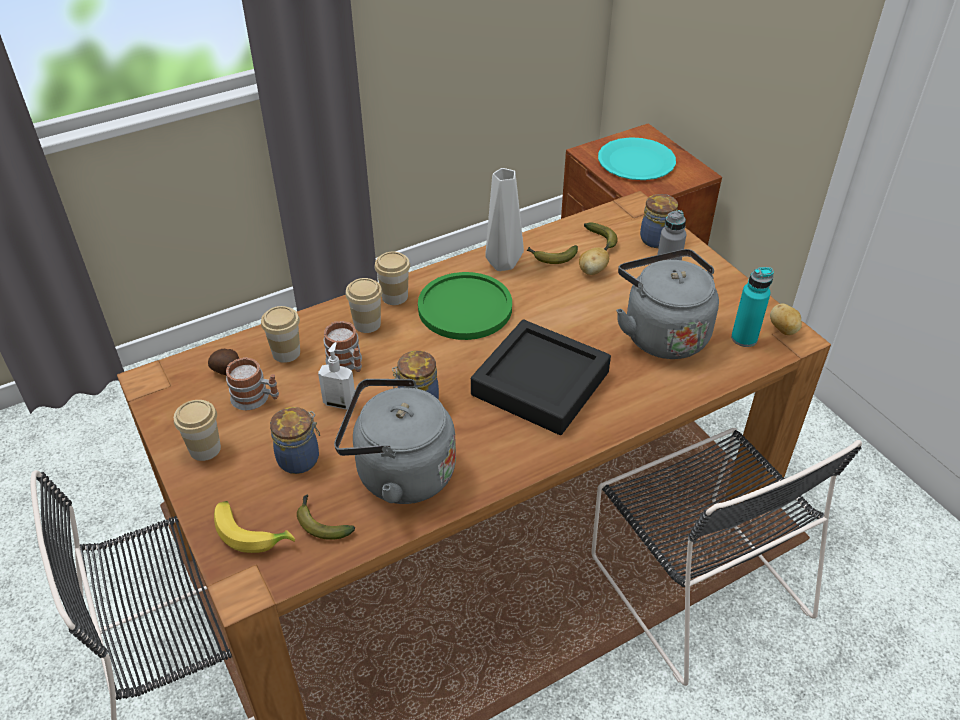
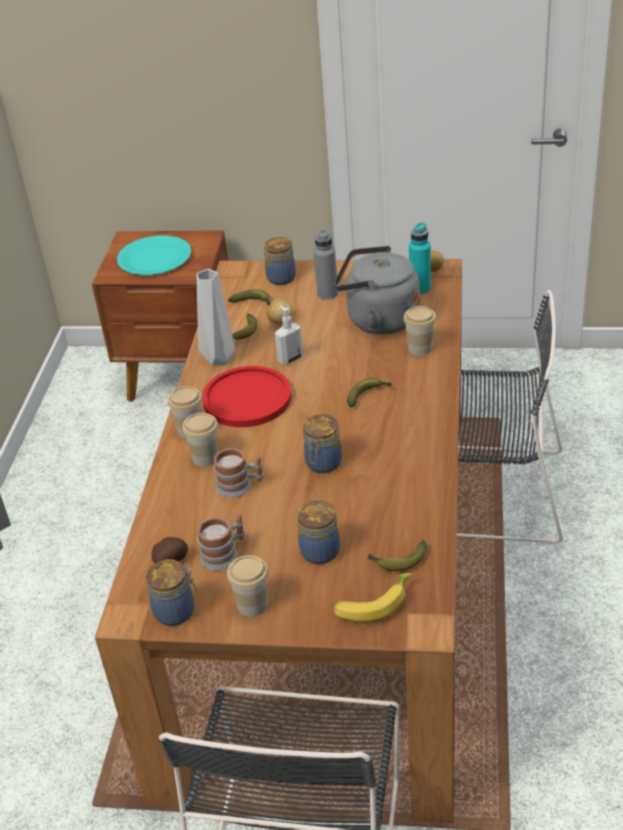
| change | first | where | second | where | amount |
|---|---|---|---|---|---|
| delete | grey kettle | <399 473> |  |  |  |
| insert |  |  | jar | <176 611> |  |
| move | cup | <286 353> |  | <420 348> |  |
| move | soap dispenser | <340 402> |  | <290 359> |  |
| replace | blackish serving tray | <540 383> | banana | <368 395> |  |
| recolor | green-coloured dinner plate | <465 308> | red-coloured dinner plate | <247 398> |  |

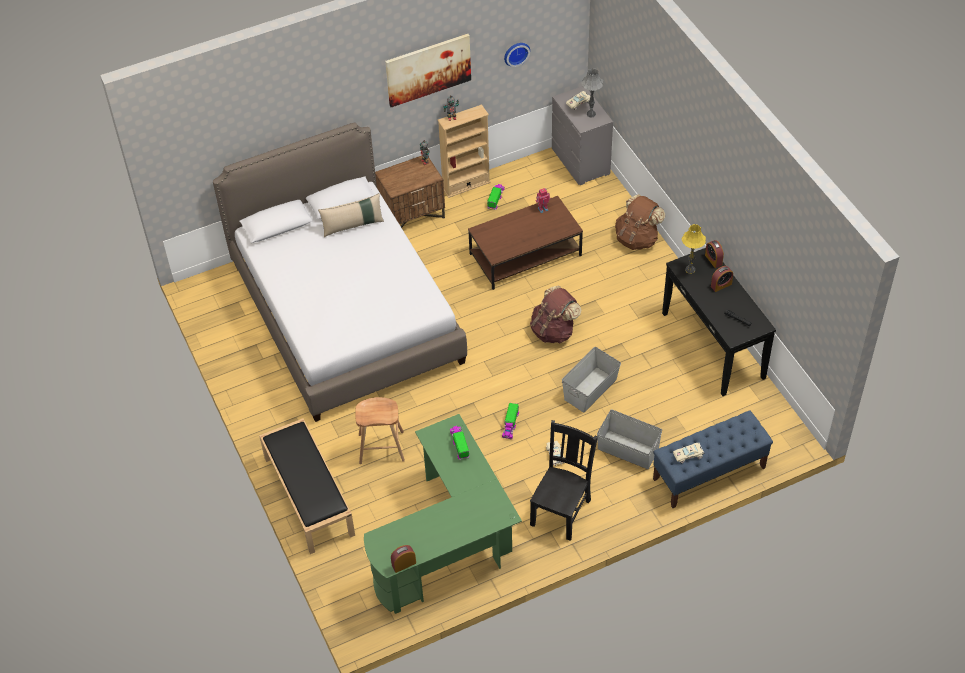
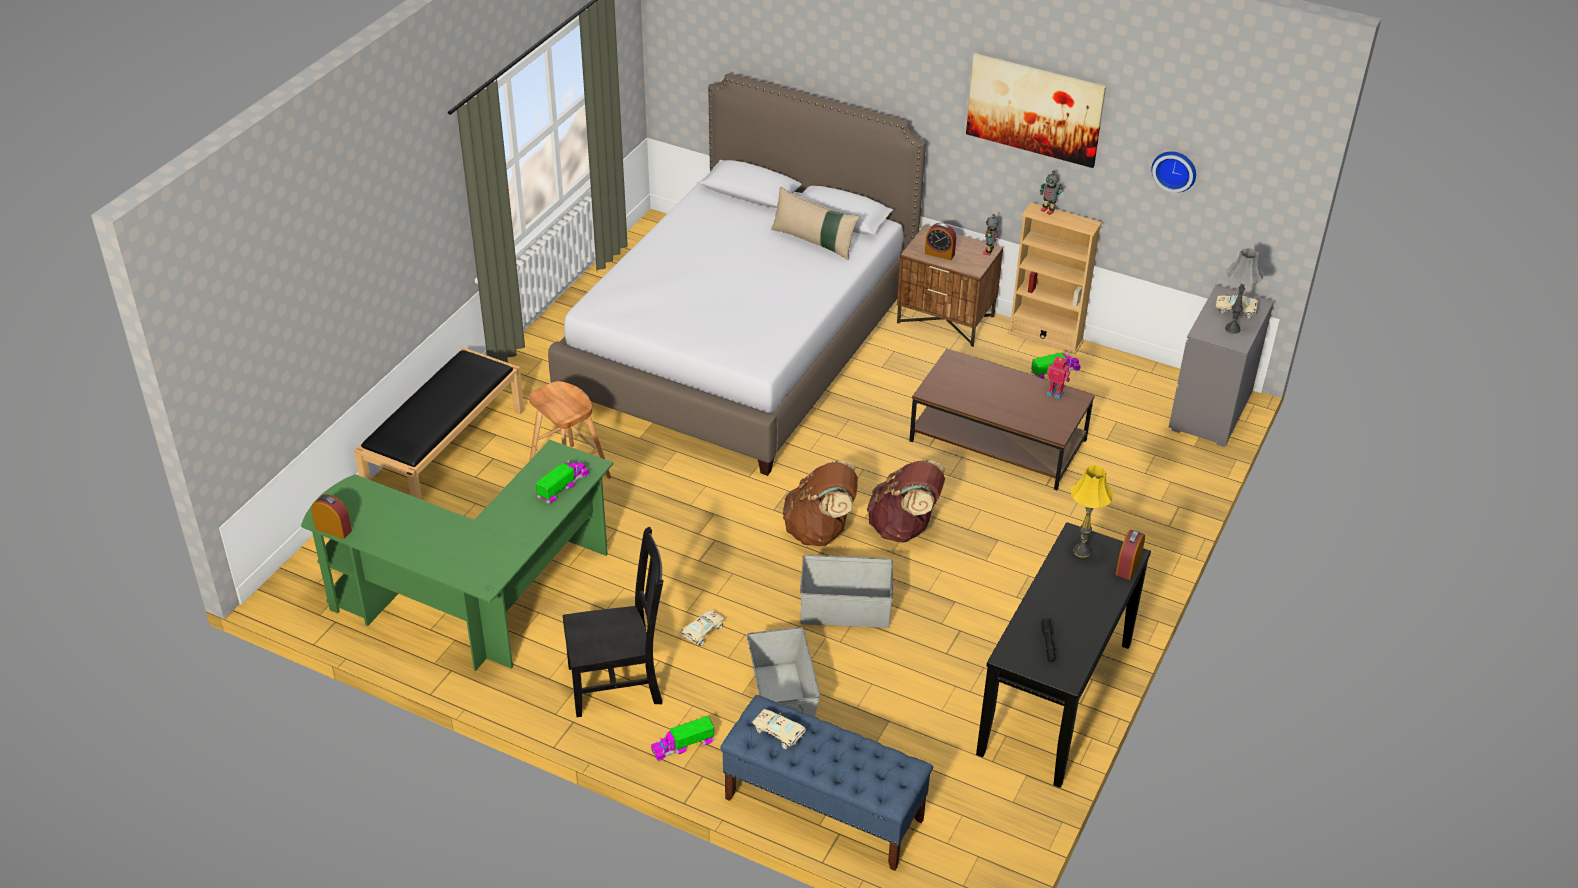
| change | first | where | second | where | amount |
|---|---|---|---|---|---|
| move | model truck | <510 425> |  | <683 745> |  |
| move | brown rucksack | <637 239> |  | <820 531> |  |
| move | table clock | <721 285> |  | <939 254> |  |

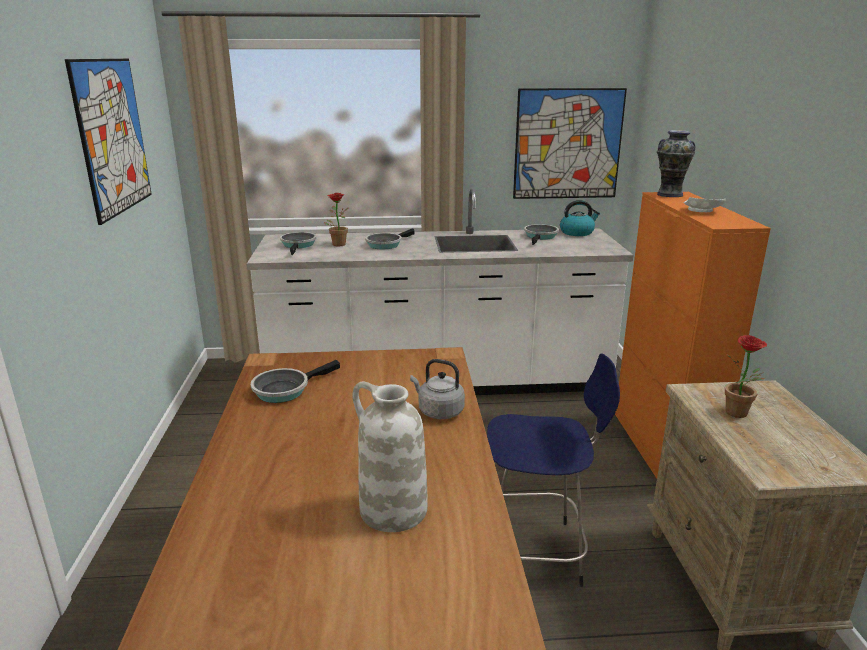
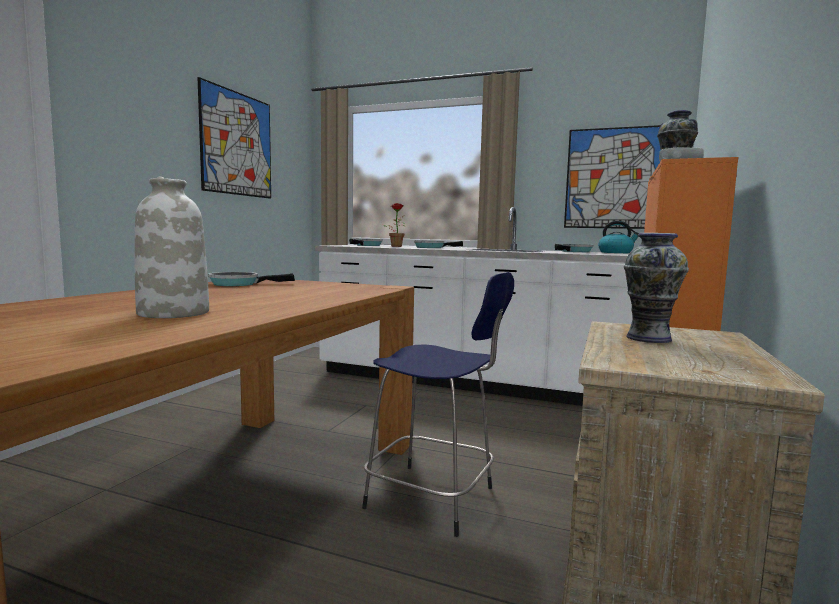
| change | first | where | second | where | amount |
|---|---|---|---|---|---|
| delete | grey kettle | <438 411> |  |  |  |
| replace | plant in a pot | <739 415> | decorative vase | <647 338> |  |

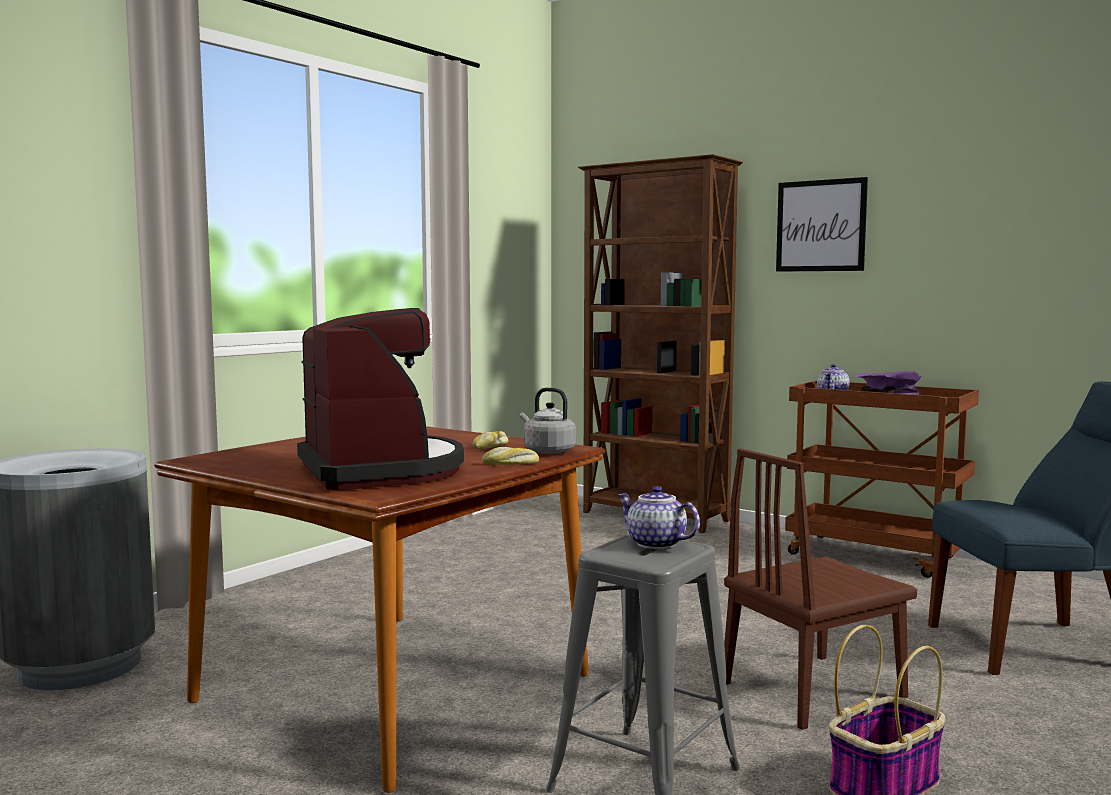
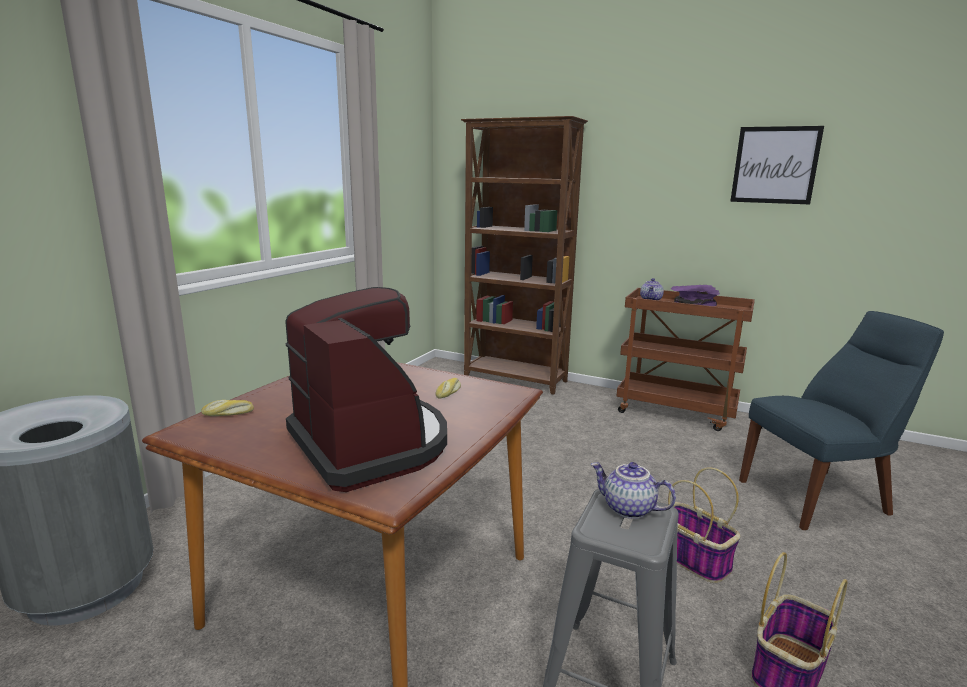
| change | first | where | second | where | amount |
|---|---|---|---|---|---|
| delete | grey kettle | <547 451> |  |  |  |
| move | bread | <510 464> |  | <228 414> |  |
| move | wall art | <820 226> |  | <775 165> |  |
| replace | brown chair | <813 690> | household basket | <691 559> |  |

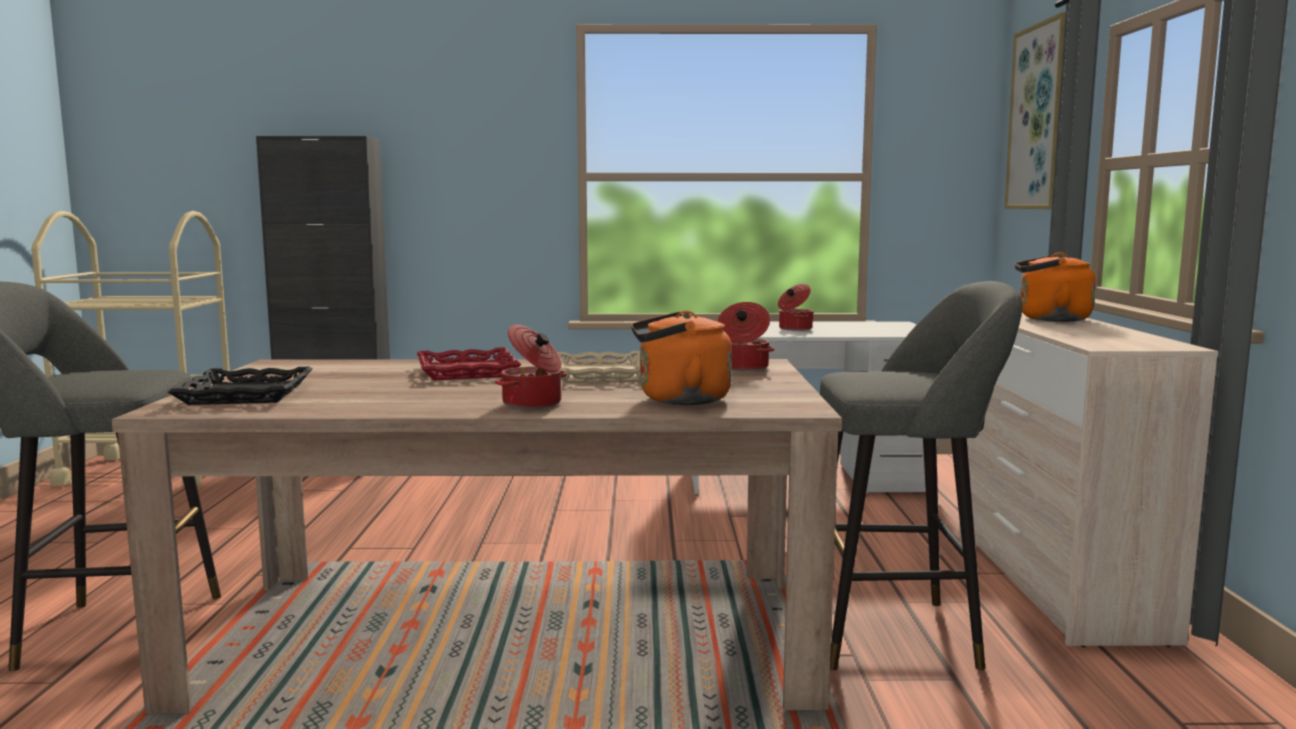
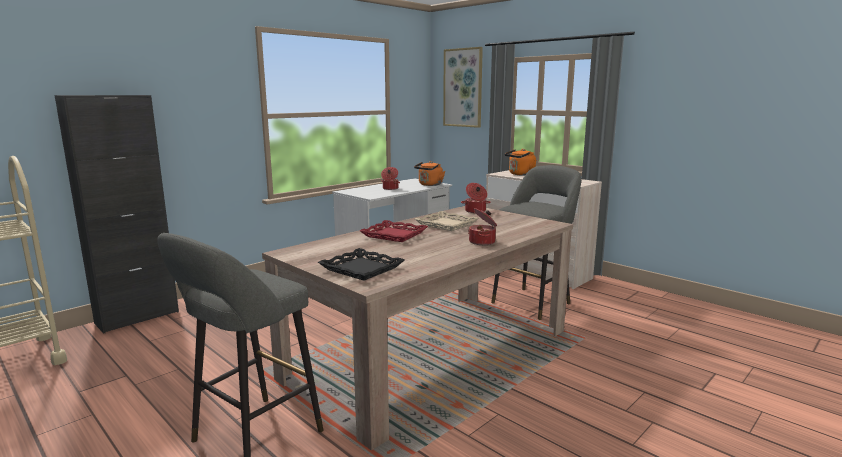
| change | first | where | second | where | amount |
|---|---|---|---|---|---|
| move | orange kettle | <678 400> |  | <429 185> |  |

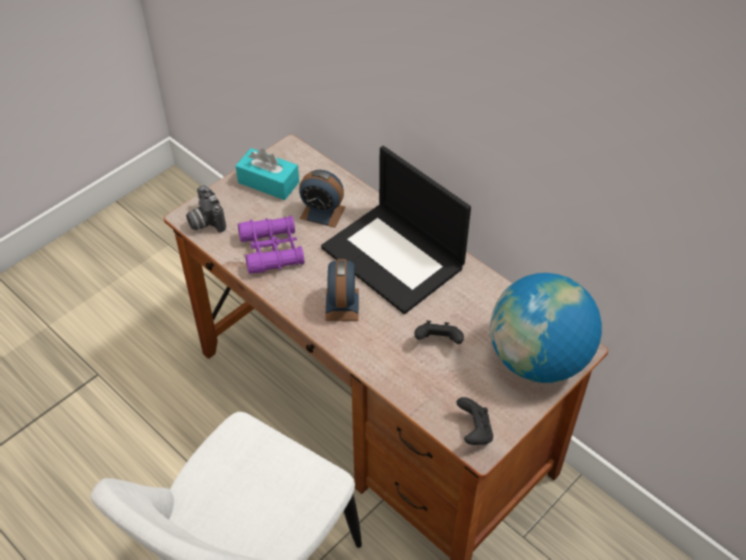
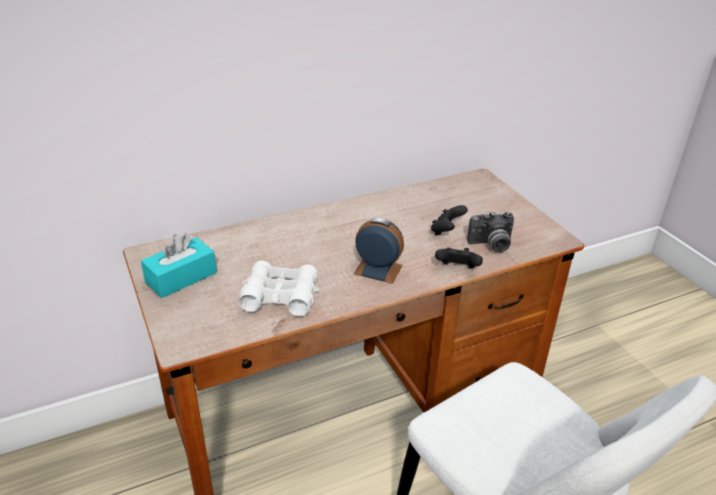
| change | first | where | second | where | amount |
|---|---|---|---|---|---|
| delete | table clock | <322 212> |  |  |  |
| delete | notebook computer | <394 257> |  |  |  |
| delete | world globe | <538 360> |  |  |  |
| move | still camera | <205 221> |  | <491 245> |  |
| move | blackish gamepad | <474 431> |  | <457 269> |  |
| recolor | purple pair of binoculars | <272 250> | whitish pair of binoculars | <280 296> |  |

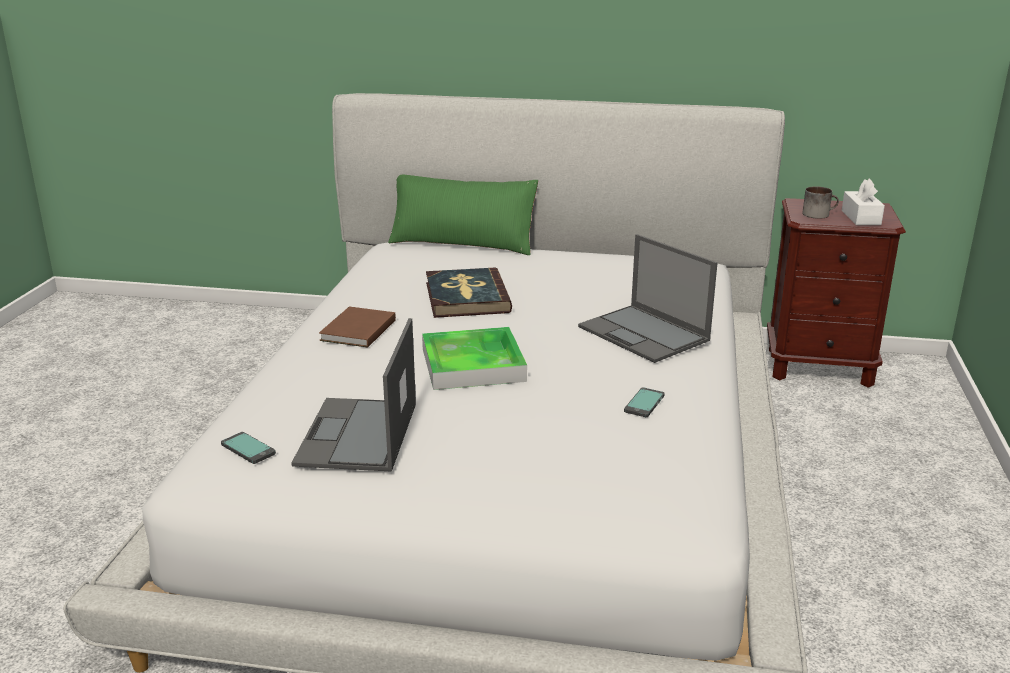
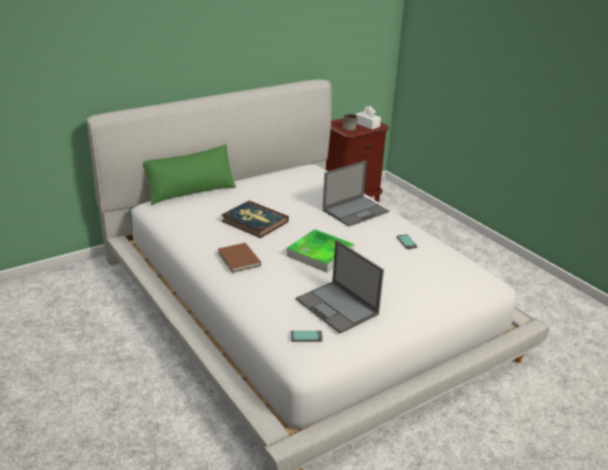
| change | first | where | second | where | amount |
|---|---|---|---|---|---|
| rotate | notebook computer | <645 334> |  | <356 211> | 45 degrees counterclockwise |

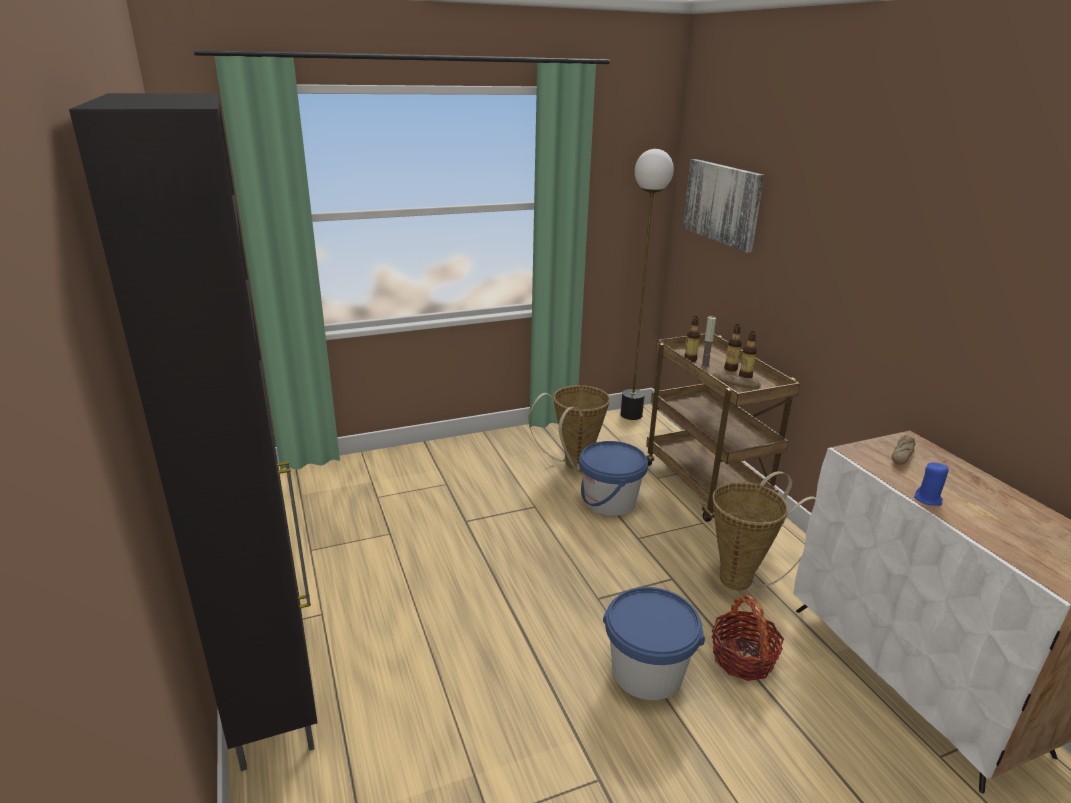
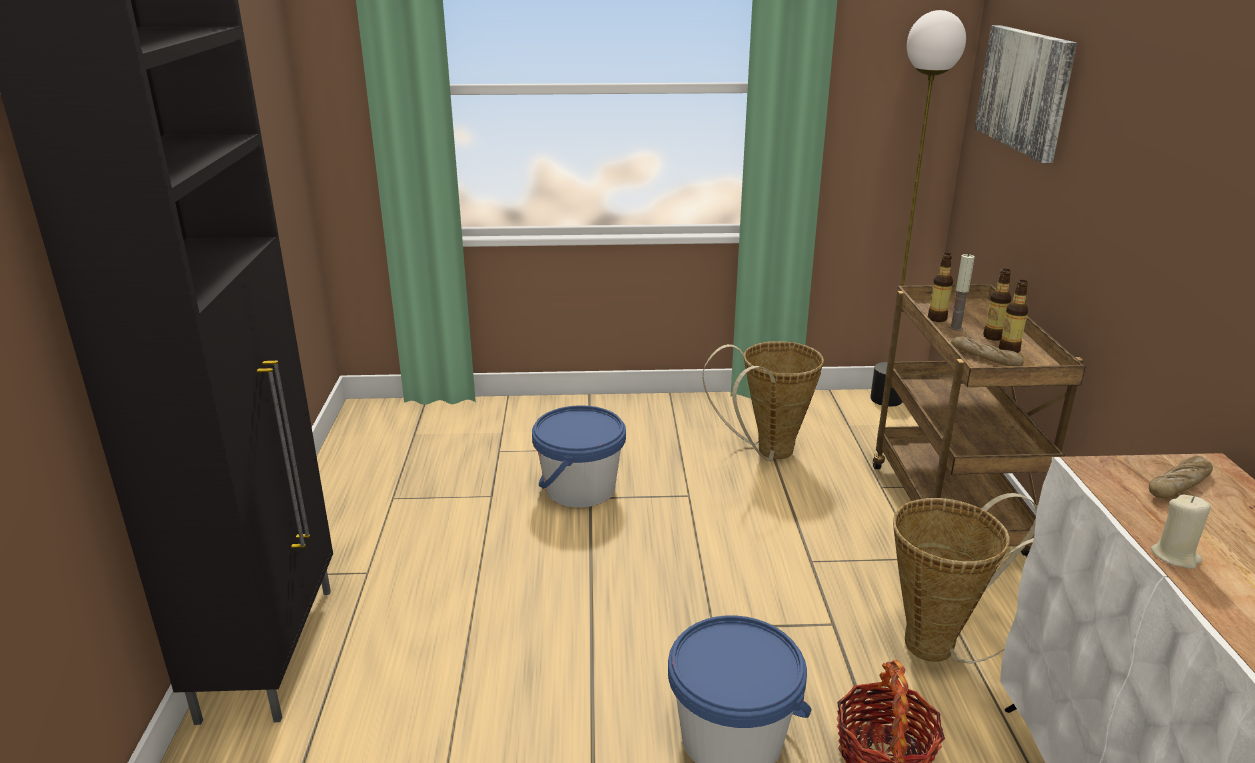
| change | first | where | second | where | amount |
|---|---|---|---|---|---|
| move | bluish bucket | <609 501> |  | <580 488> |  |
| recolor | bluish wax light | <928 499> | beige-coloured wax light | <1175 556> |  |

